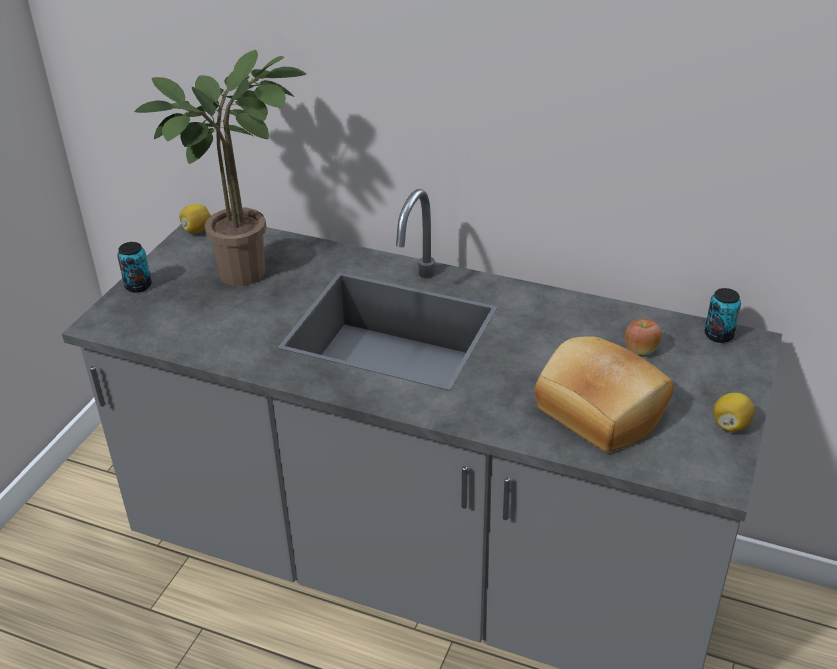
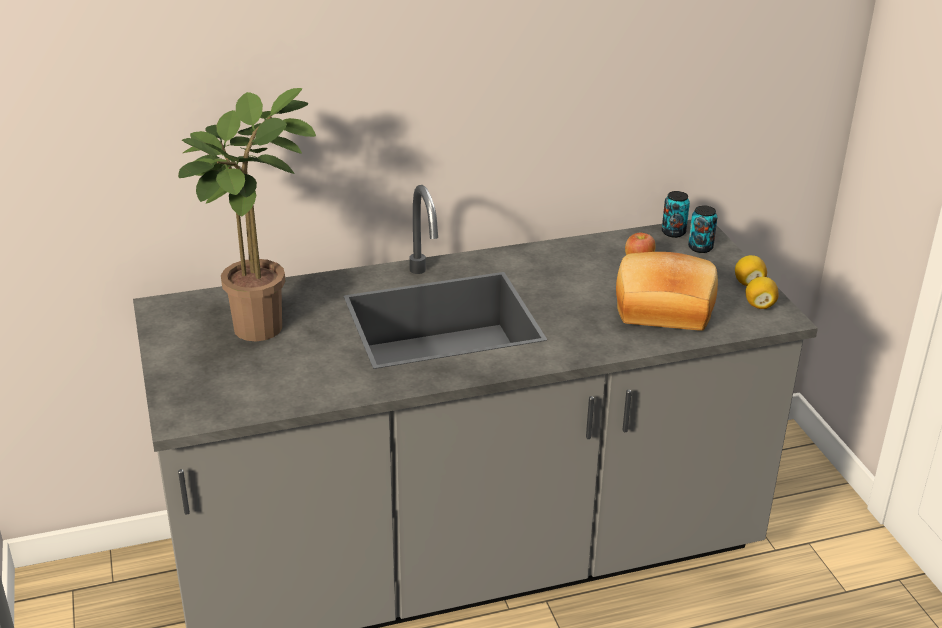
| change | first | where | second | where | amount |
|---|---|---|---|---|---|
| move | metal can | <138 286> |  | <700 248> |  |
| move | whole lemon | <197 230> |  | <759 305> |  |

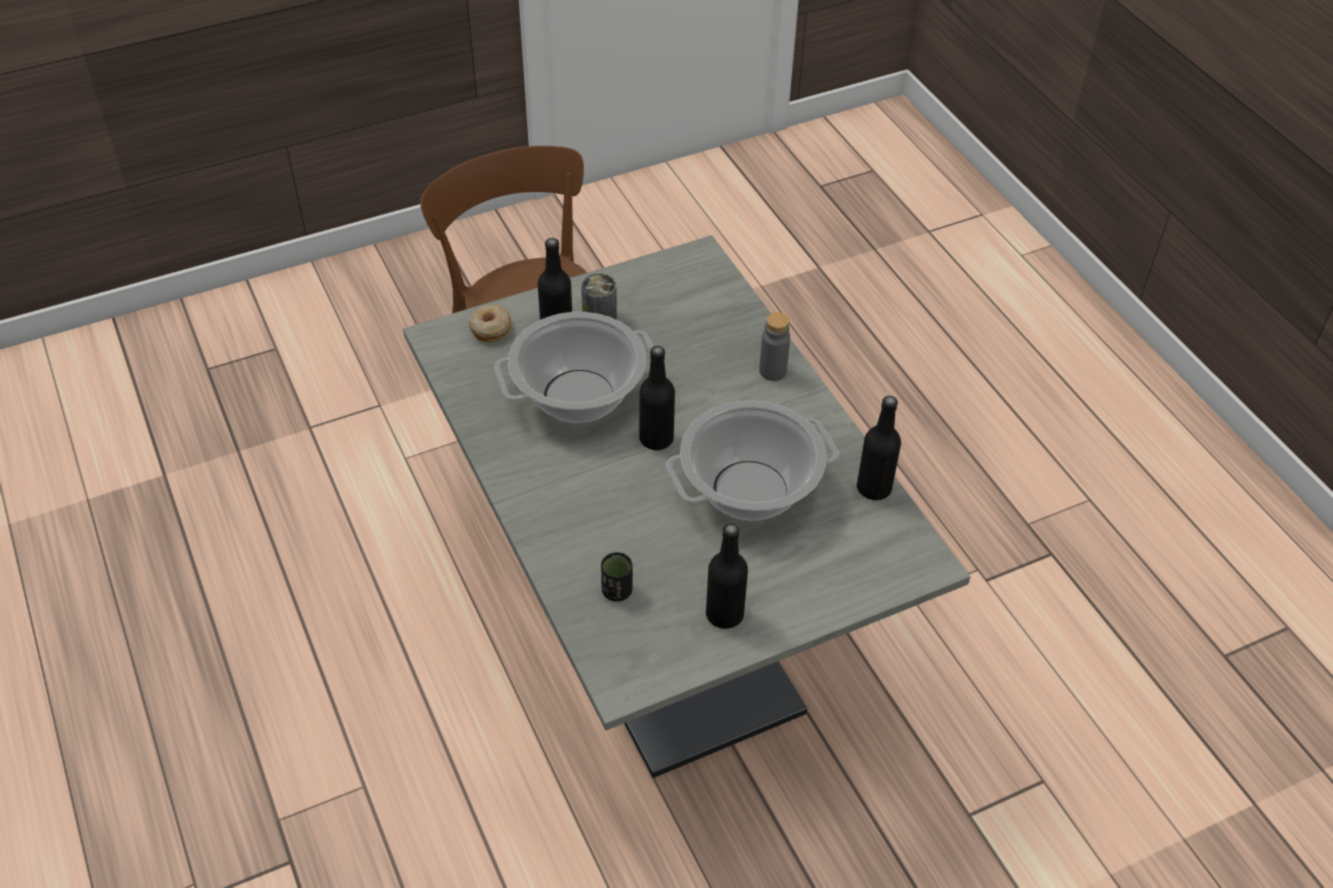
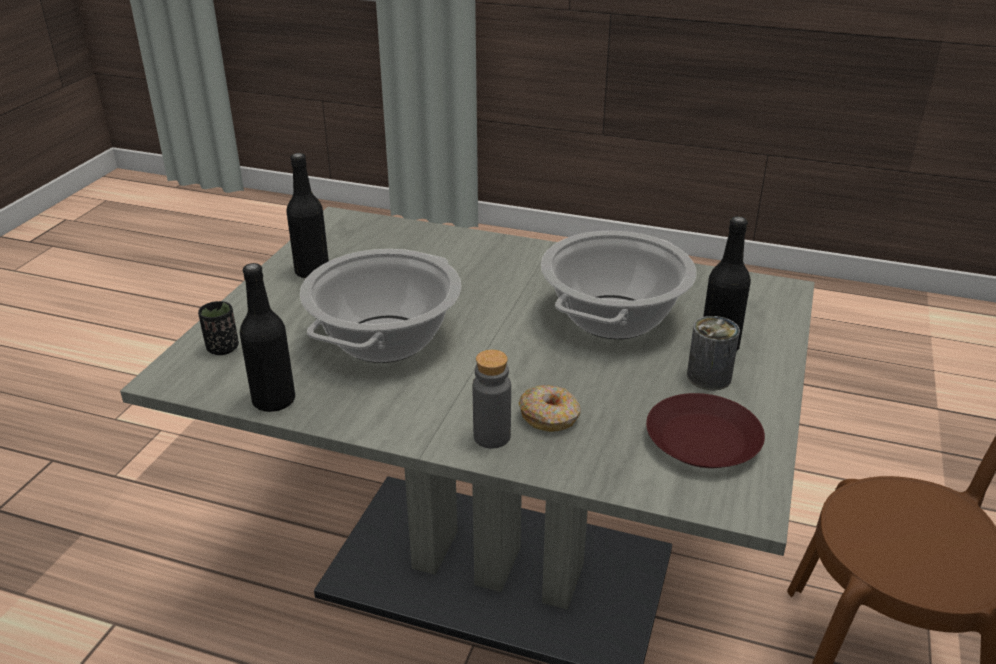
| change | first | where | second | where | amount |
|---|---|---|---|---|---|
| delete | blackish beverage bottle | <656 439> |  |  |  |
| insert |  |  | brown dinner plate | <703 439> |  |
| move | donut | <490 329> |  | <550 416> |  |
| move | blackish cup | <617 591> |  | <222 348> |  |

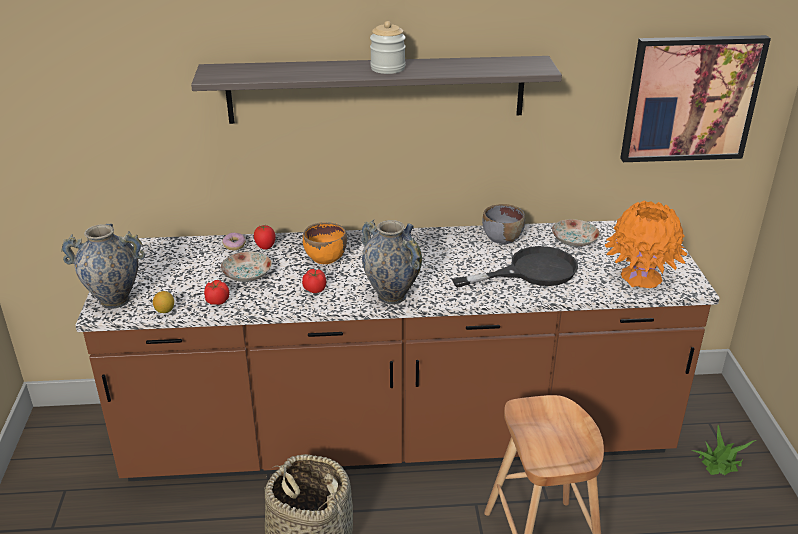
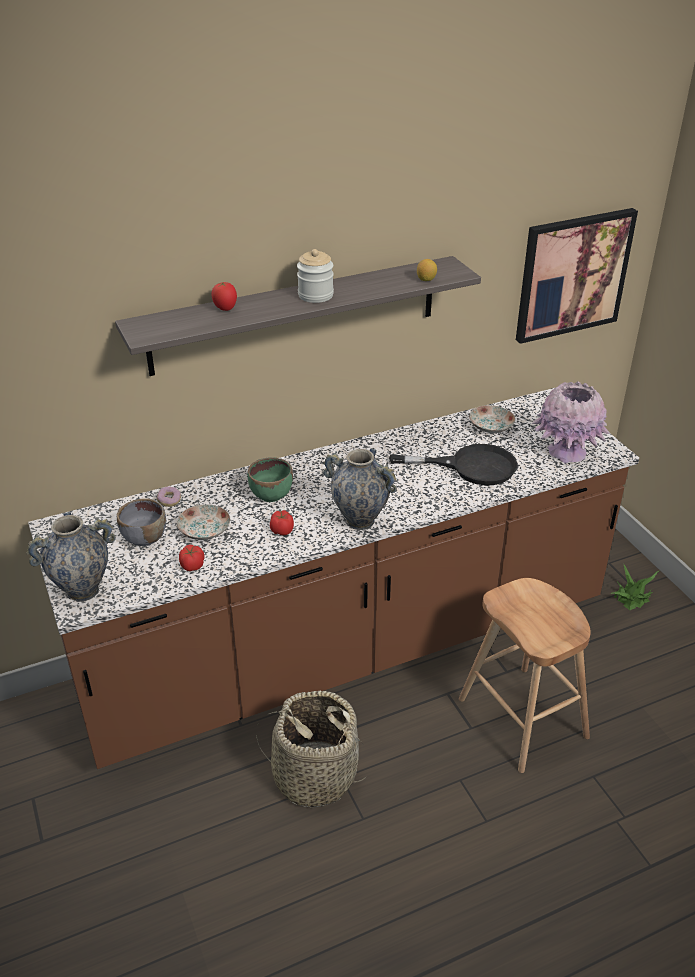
| change | first | where | second | where | amount |
|---|---|---|---|---|---|
| move | whole lemon | <165 311> |  | <426 279> |  |
| move | fresh tomato | <265 247> |  | <225 309> |  |
| move | grey deep dish | <502 238> |  | <144 538> |  |
| recolor | orange deep dish | <325 258> | green-coloured deep dish | <271 494> |  |
| recolor | orange decorative vase | <640 278> | pink decorative vase | <566 452> |  |
| rotate | blackish pan | <531 271> |  | <470 467> | 45 degrees clockwise |

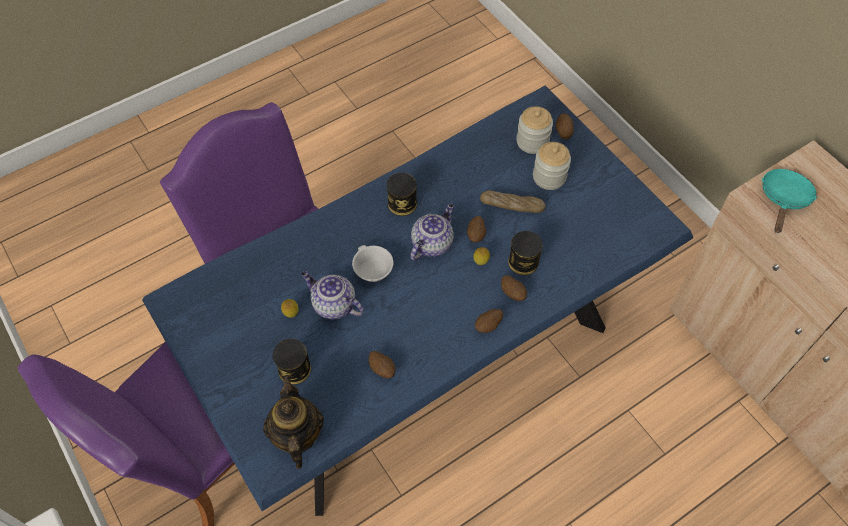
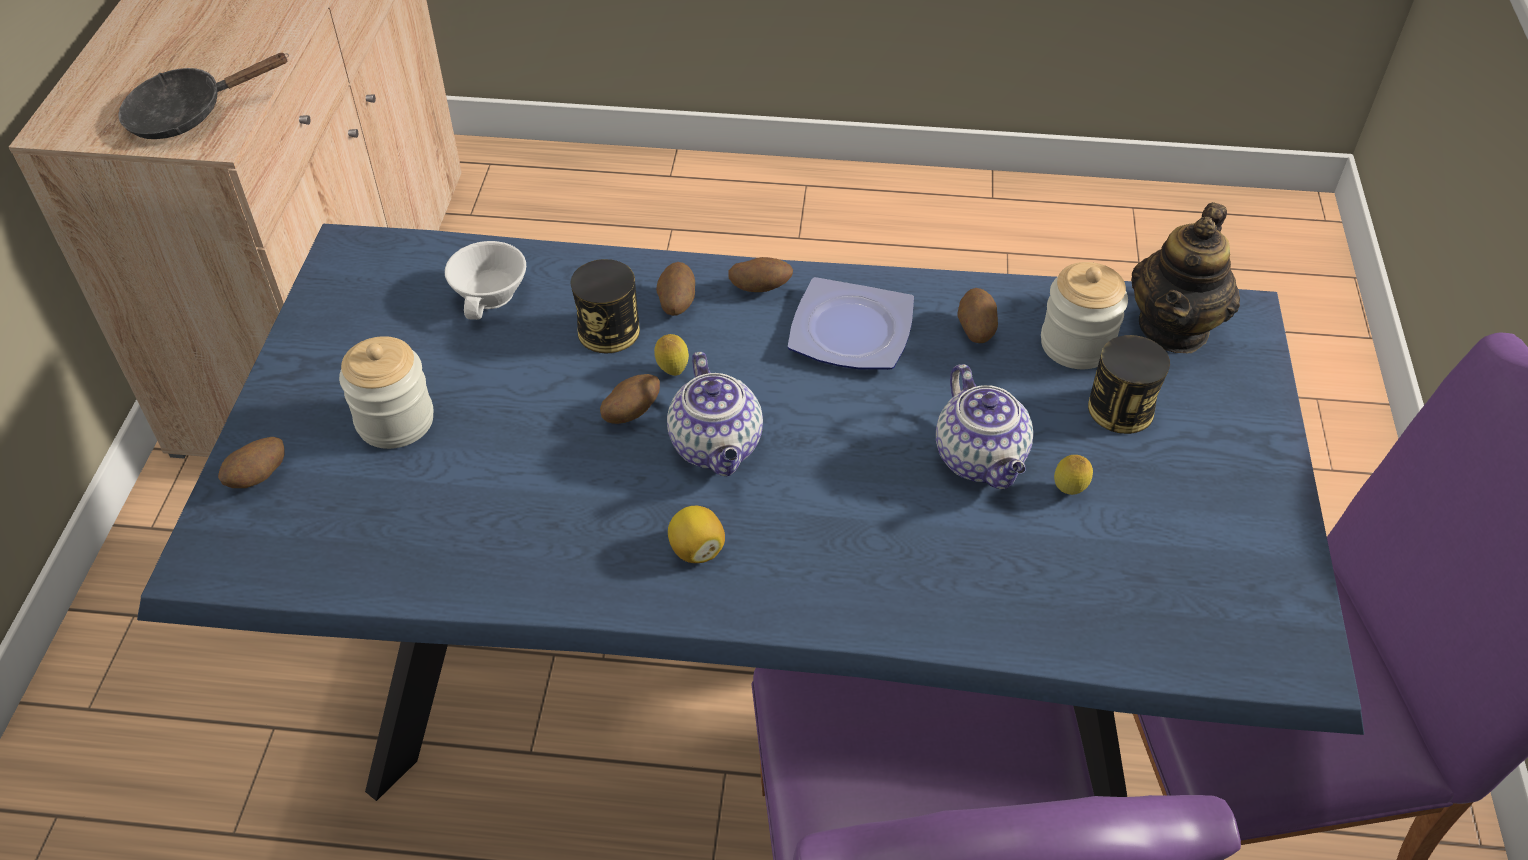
| change | first | where | second | where | amount |
|---|---|---|---|---|---|
| delete | bread | <512 205> |  |  |  |
| insert |  |  | dinner plate | <853 330> |  |
| move | whitish cup | <371 271> |  | <492 295> |  |
| move | jar | <532 141> |  | <1076 344> |  |
| replace | metal can | <402 203> | whole lemon | <696 549> |  |
| recolor | turquoise pan | <783 199> | blackish pan | <188 114> |  |
| rotate | teapot | <432 243> |  | <717 447> | 90 degrees counterclockwise |

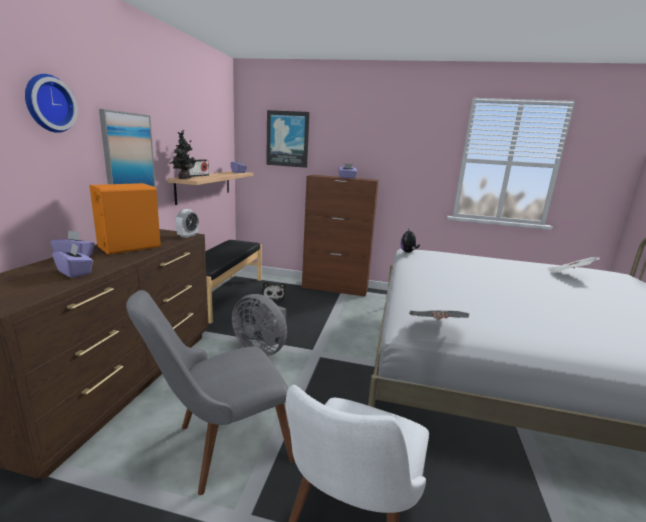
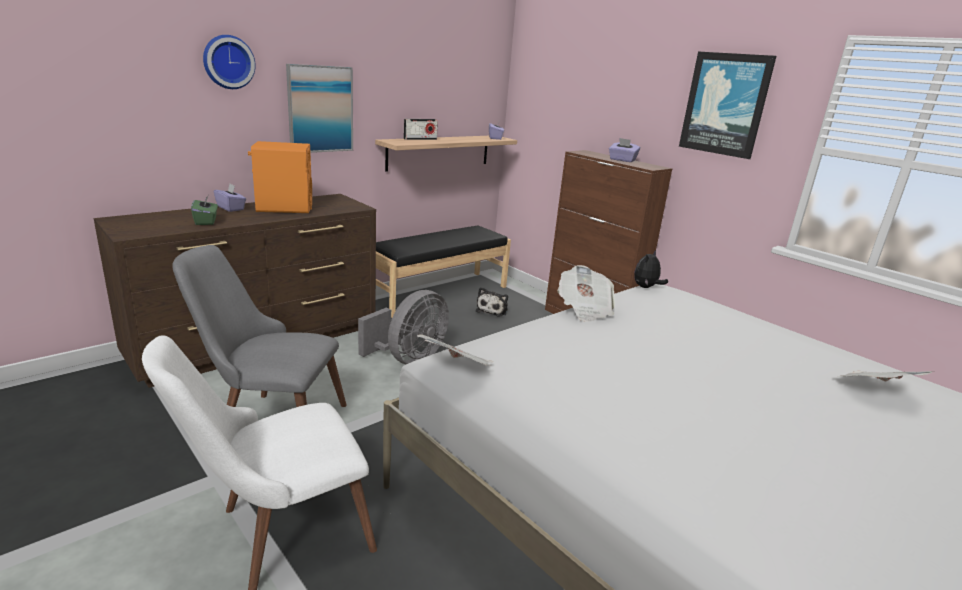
| change | first | where | second | where | amount |
|---|---|---|---|---|---|
| delete | plant in a pot | <183 178> |  |  |  |
| delete | table clock | <188 236> |  |  |  |
| insert |  |  | printed paper | <584 309> |  |
| move | wall art | <287 139> |  | <725 104> |  |
| recolor | purple box of tissues | <75 272> | green-coloured box of tissues | <206 221> |  |
| rotate | grey cooling fan | <262 349> |  | <408 359> | 120 degrees counterclockwise |

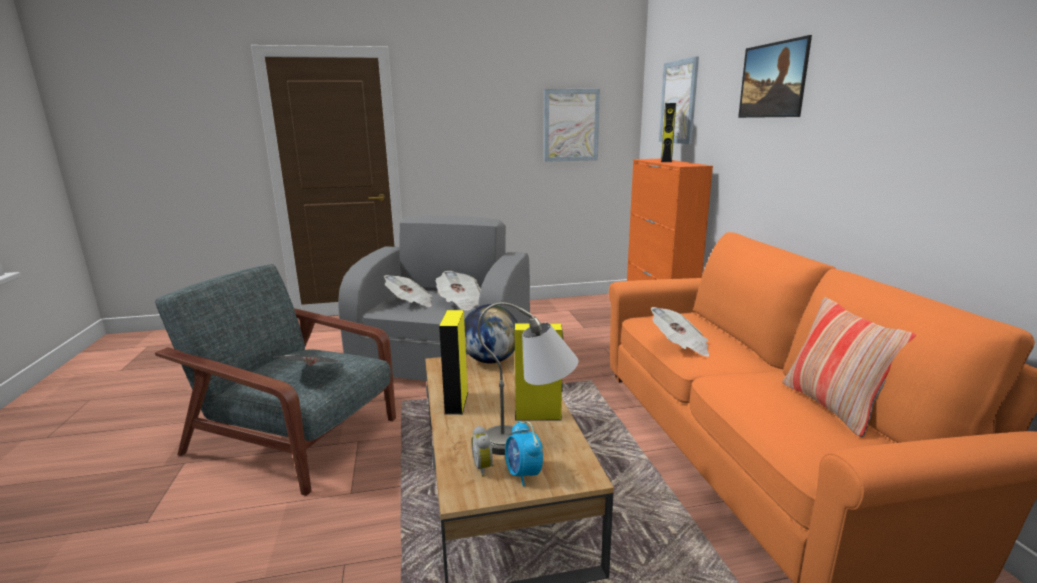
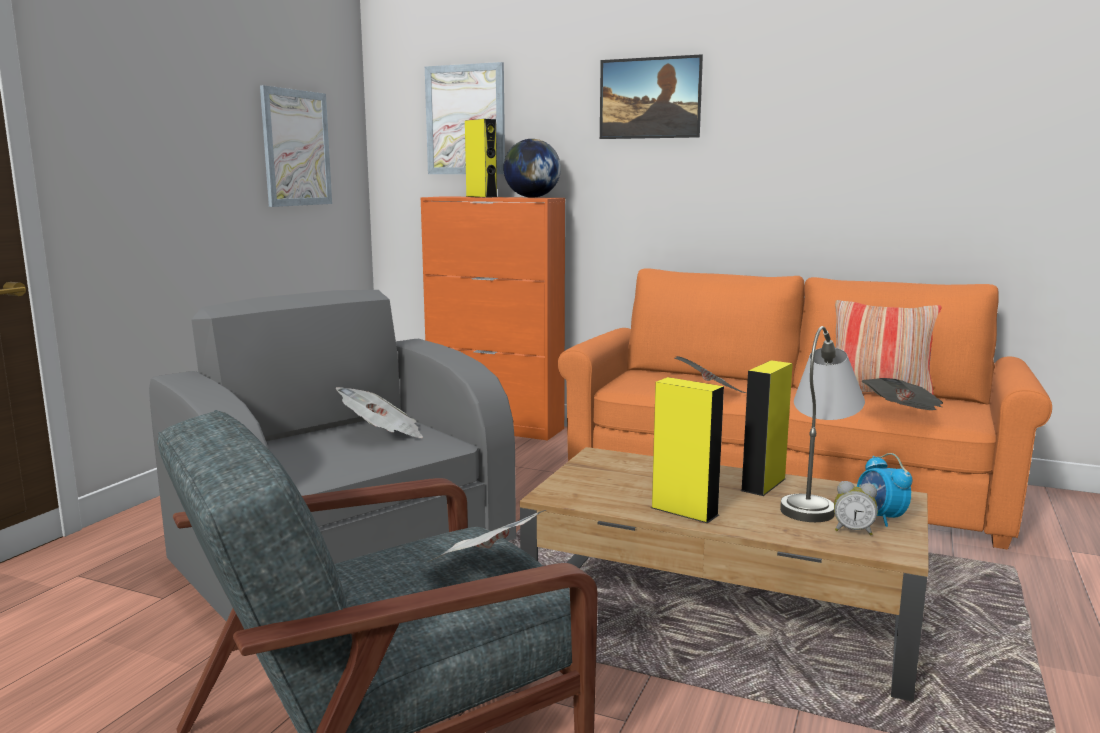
| change | first | where | second | where | amount |
|---|---|---|---|---|---|
| move | printed paper | <410 303> |  | <903 415> |  |
| move | world globe | <490 360> |  | <532 197> |  |
| rotate | table clock | <523 474> |  | <880 518> | 60 degrees clockwise |

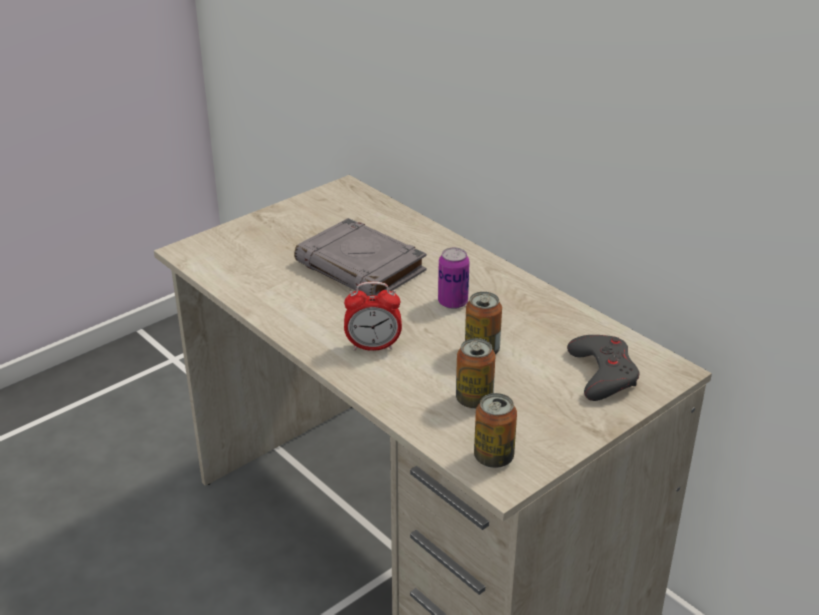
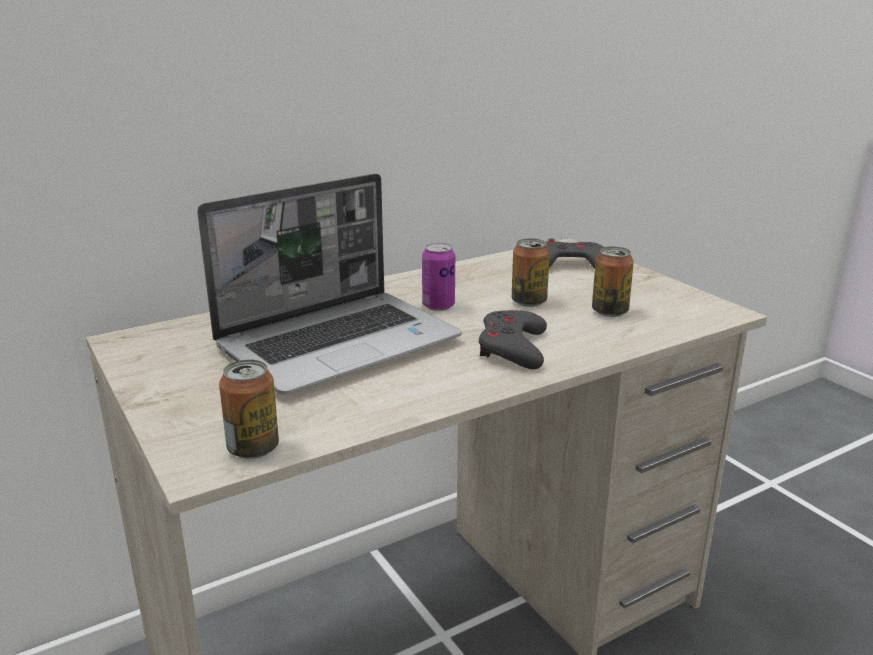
| change | first | where | second | where | amount |
|---|---|---|---|---|---|
| move | metal can | <493 457> |  | <253 448> |  |
| replace | grey volume | <362 267> | notebook computer | <340 343> |  |
| replace | table clock | <373 346> | grey gamepad | <512 347> |  |

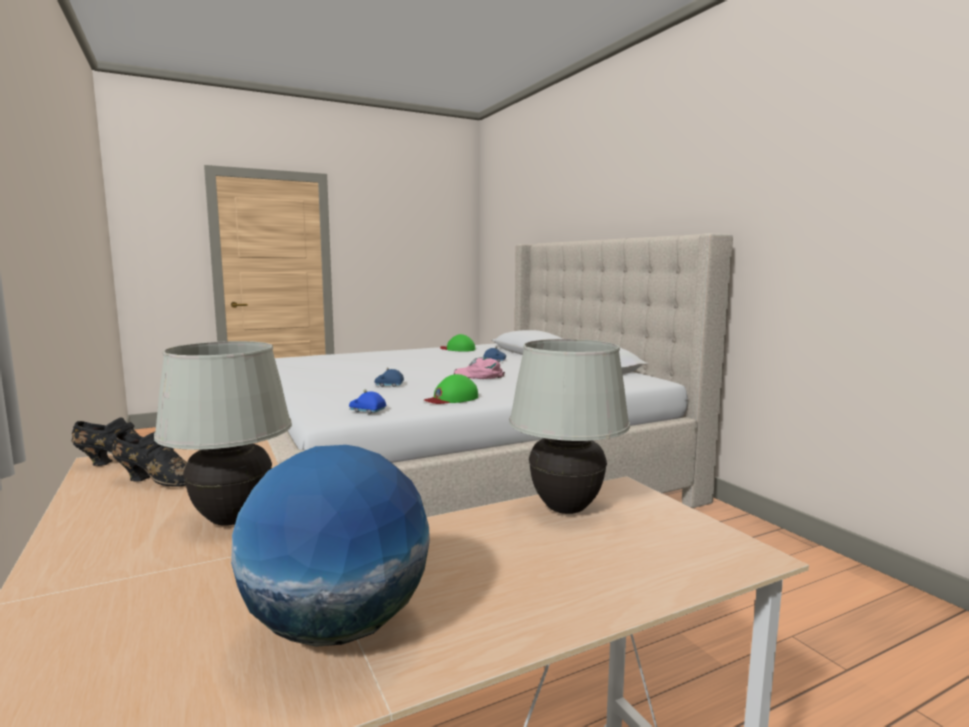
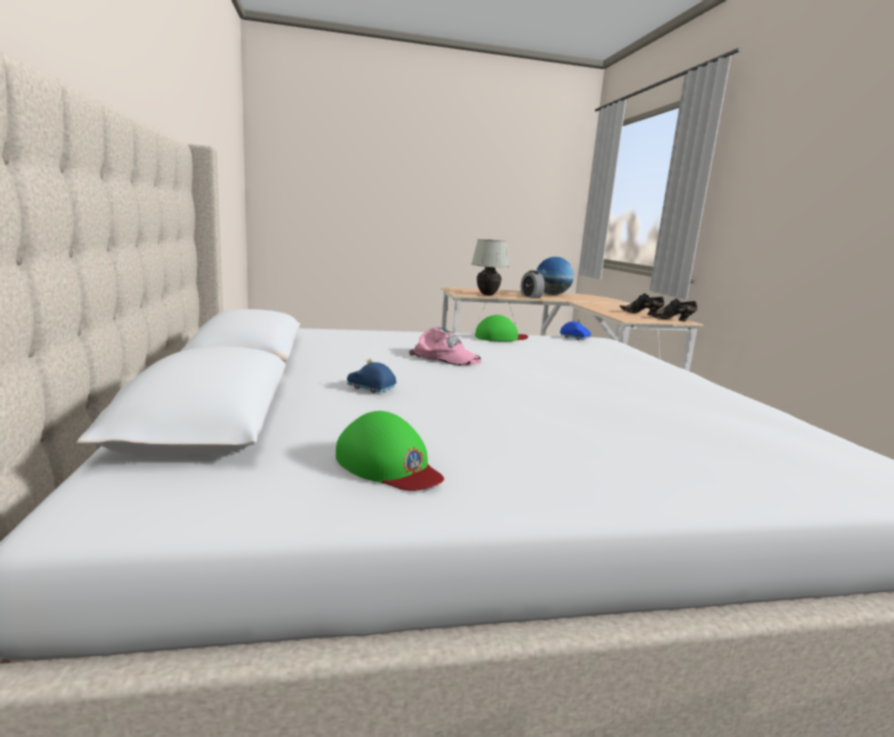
| change | first | where | second | where | amount |
|---|---|---|---|---|---|
| delete | whitish lamp for a table | <233 519> |  |  |  |
| delete | bluish miniature car | <389 385> |  |  |  |
| insert |  |  | table clock | <531 297> |  |

